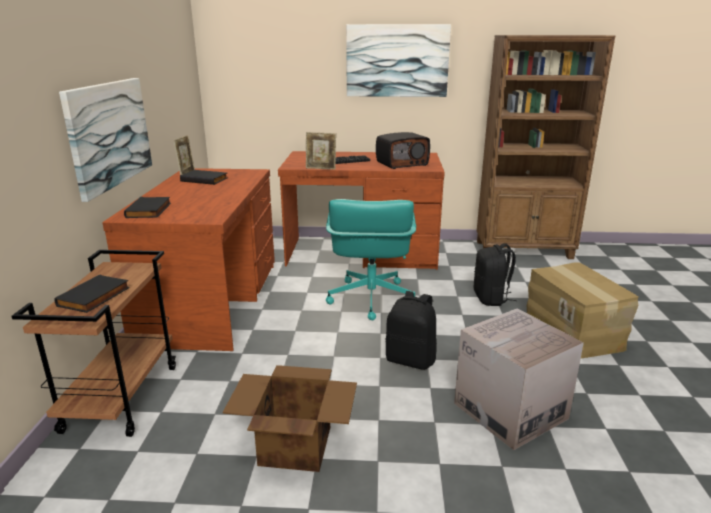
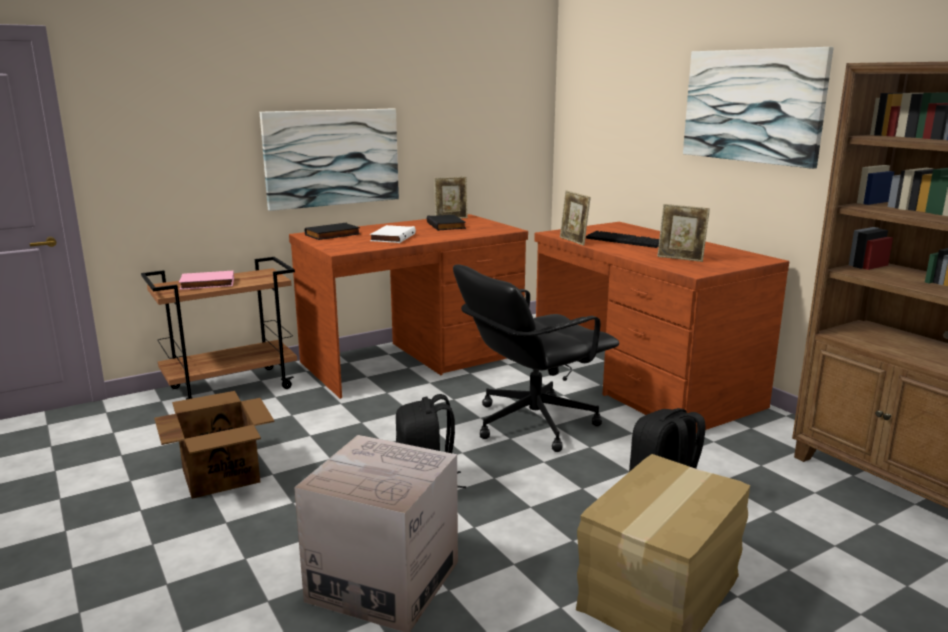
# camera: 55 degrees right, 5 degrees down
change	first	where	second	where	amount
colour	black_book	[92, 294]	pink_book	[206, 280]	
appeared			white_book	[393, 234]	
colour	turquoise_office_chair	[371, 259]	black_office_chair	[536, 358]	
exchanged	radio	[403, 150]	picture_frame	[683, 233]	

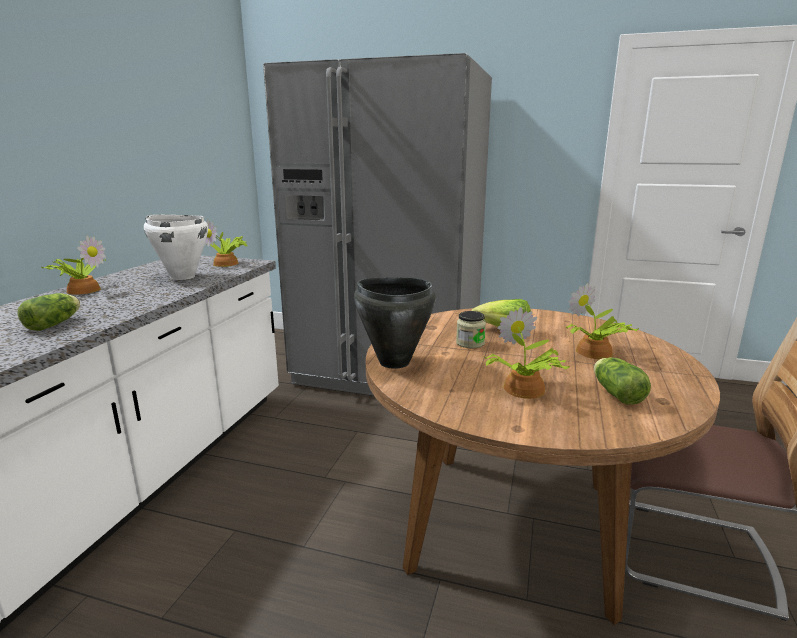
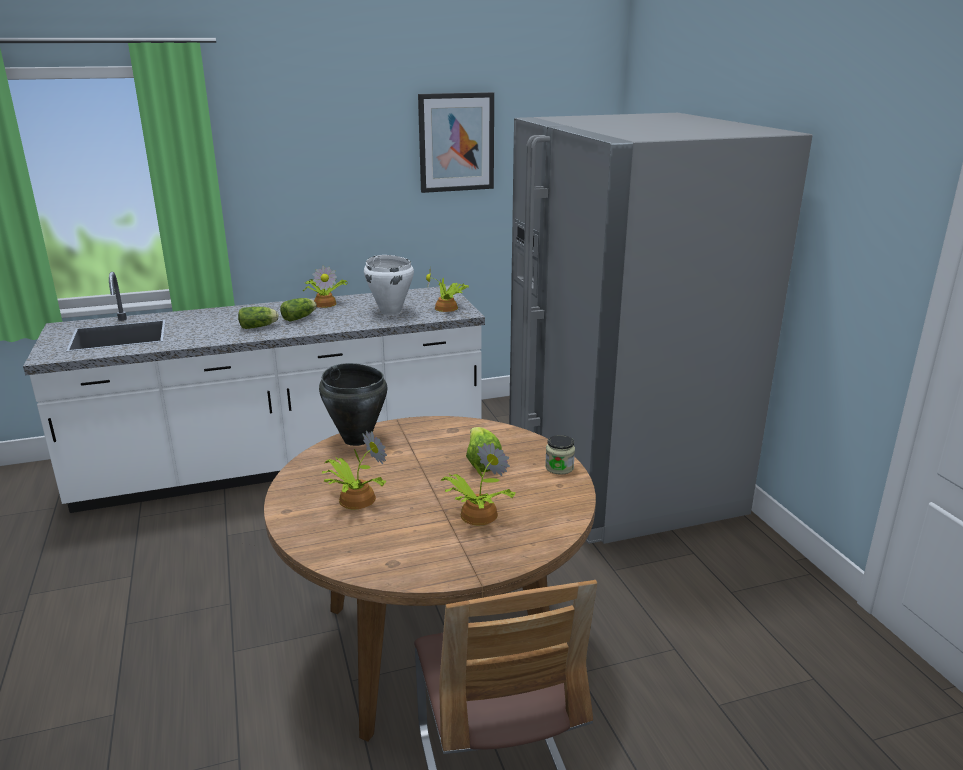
# camera: 55 degrees right, 5 degrees up
change	first	where	second	where	amount
relocated	lettuce	[622, 381]		[298, 310]	
appeared			picture	[456, 142]	
relocated	jar	[471, 329]		[560, 455]	

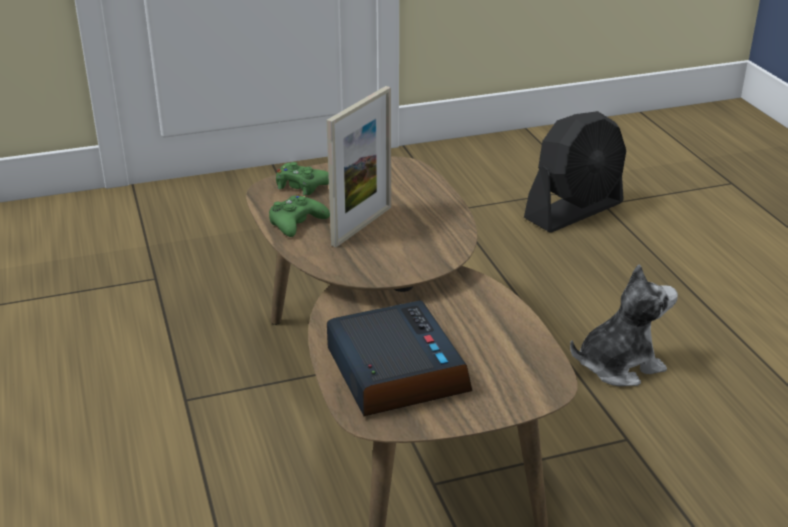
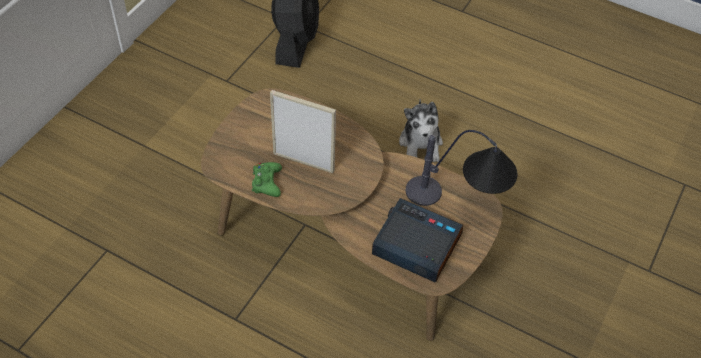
# camera: 45 degrees left, 20 degrees up
change	first	where	second	where	amount
spun	picture_frame	[358, 166]		[303, 131]	60 degrees counterclockwise
spun	plush_toy	[624, 325]		[421, 131]	150 degrees clockwise
appeared			table_lamp	[462, 168]	
missing	green_game_controller	[302, 179]			

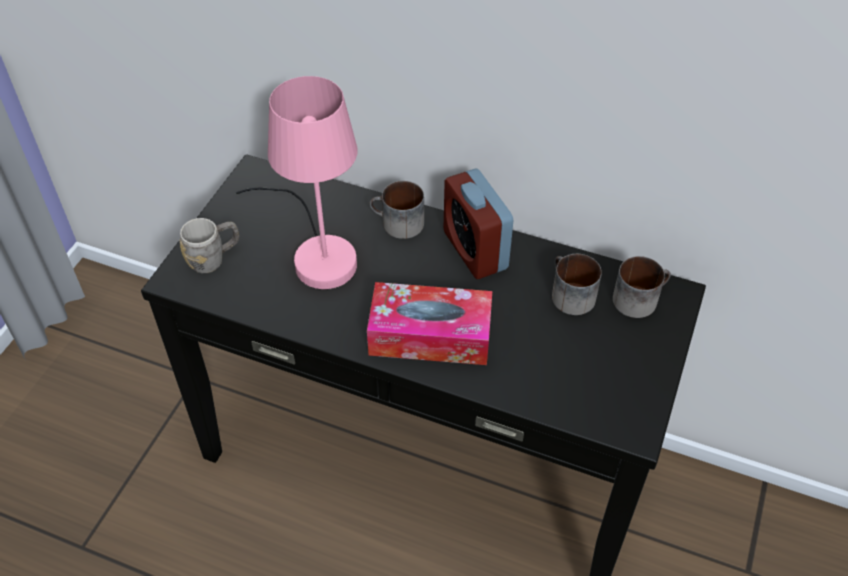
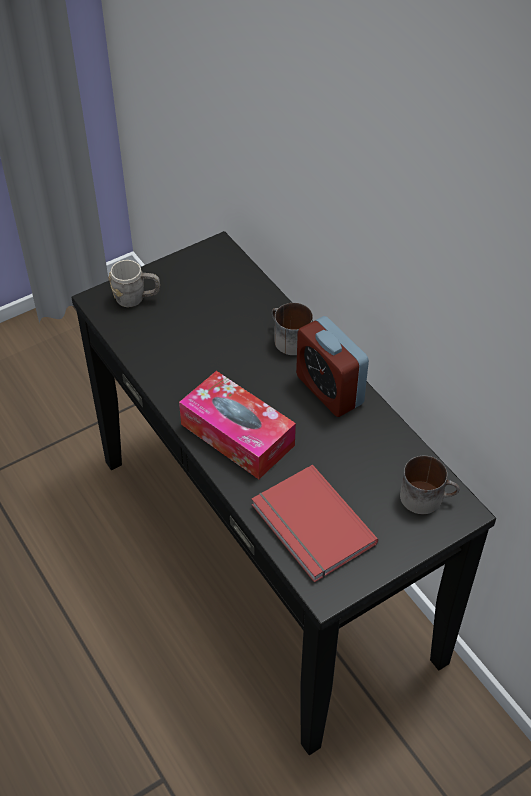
# camera: 35 degrees right, 0 degrees up
change	first	where	second	where	amount
appeared			red_book	[315, 523]	
spun	alarm_clock	[478, 223]		[332, 366]	45 degrees counterclockwise
missing	pink_table_lamp	[296, 183]			
missing	mug	[577, 284]			

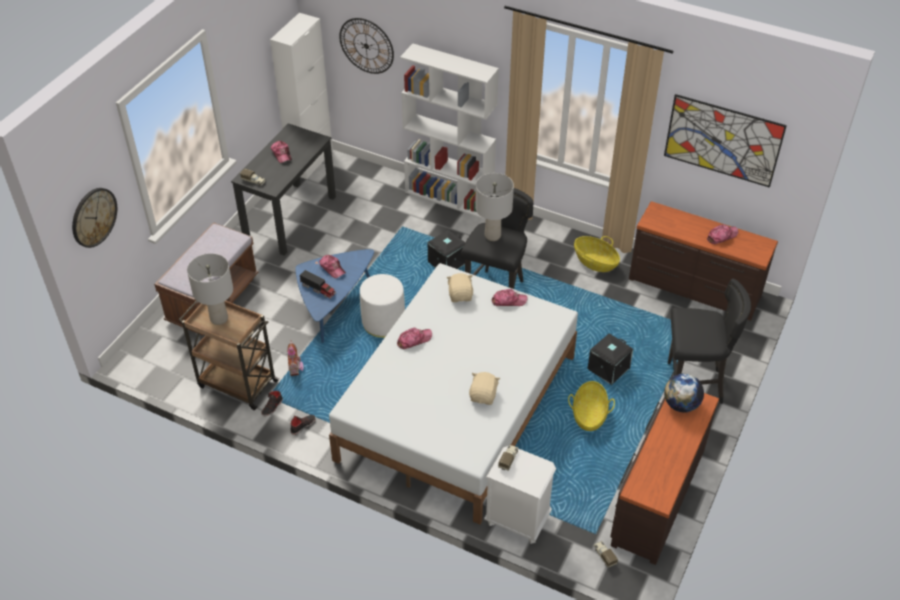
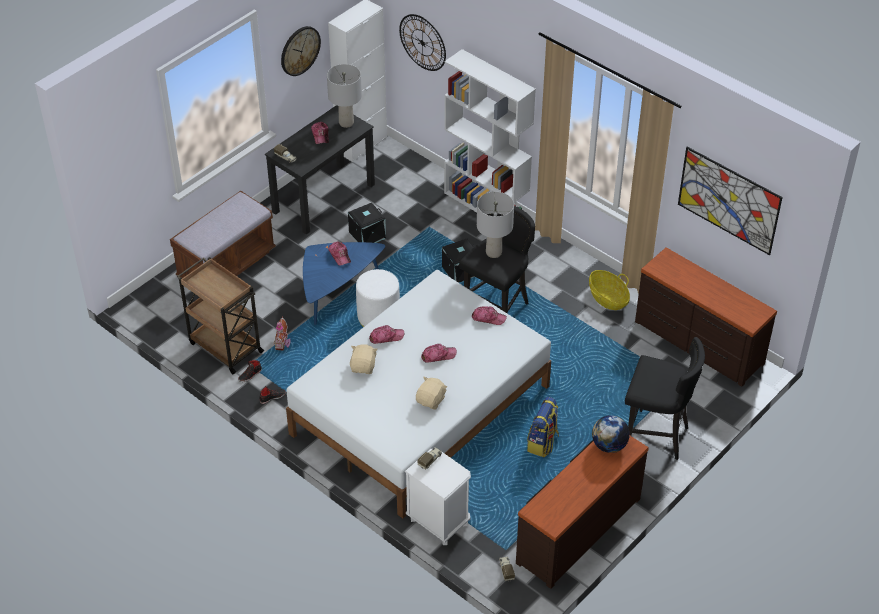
# camera: 15 degrees right, 0 degrees up
change	first	where	second	where	amount
relocated	wall_clock	[94, 218]		[301, 51]	
relocated	grey_table_lamp	[210, 289]		[344, 96]	
relocated	black_storage_box	[610, 359]		[367, 223]	
relocated	beige_plush_toy	[459, 287]		[364, 359]	
relocated	cap	[722, 234]		[439, 353]	
exchanged	basket	[591, 406]	backpack	[543, 427]	
missing	toy_truck	[318, 284]			

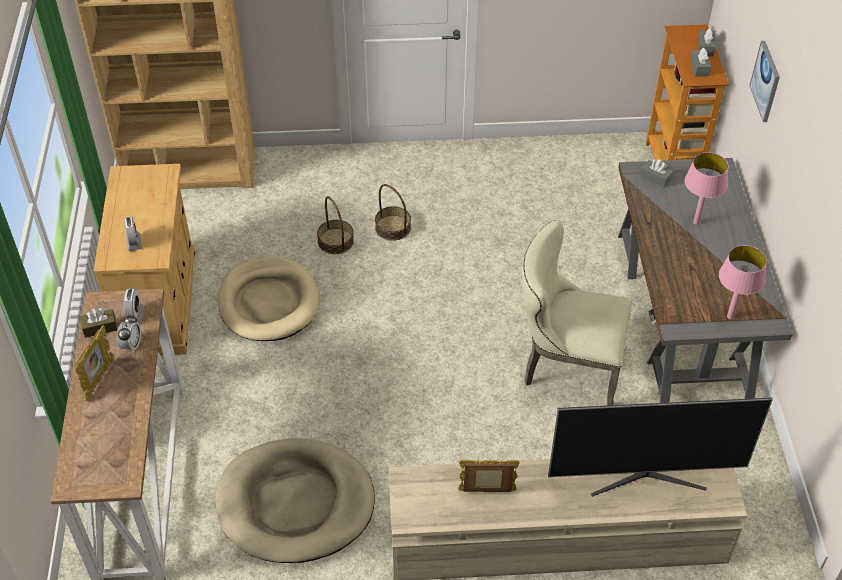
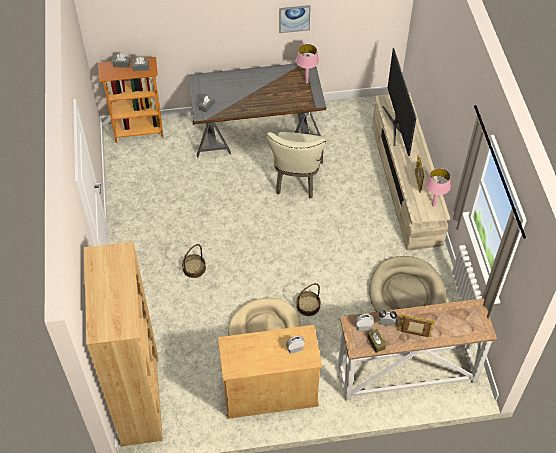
# camera: 95 degrees left, 5 degrees up
change	first	where	second	where	amount
relocated	picture	[764, 81]		[294, 19]	
relocated	basket	[335, 225]		[308, 299]	
relocated	pink_table_lamp	[706, 188]		[438, 187]	

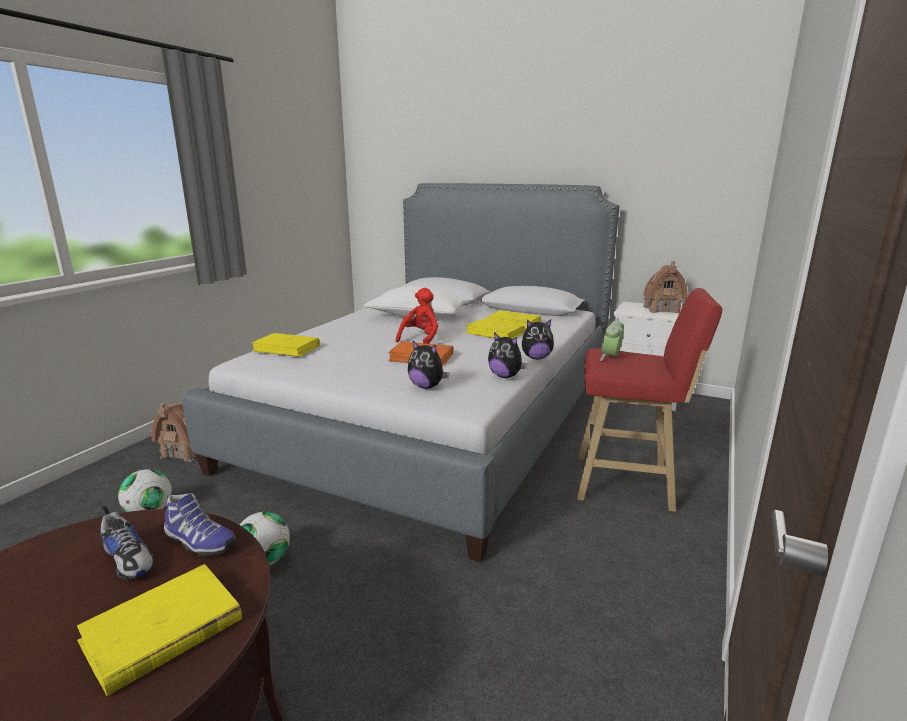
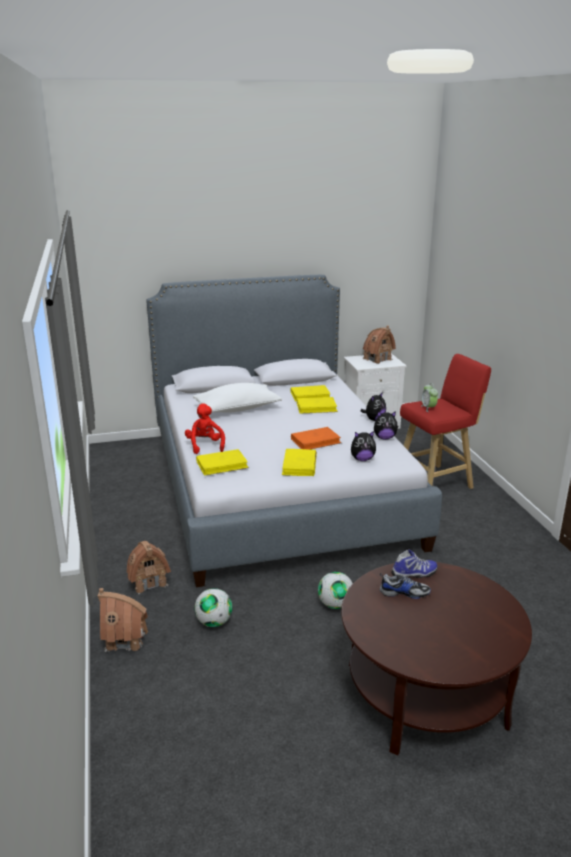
# camera: 40 degrees left, 5 degrees up
change	first	where	second	where	amount
appeared			toy_house	[122, 620]	
relocated	red_plush_toy	[417, 316]		[205, 428]	
relocated	yellow_book	[159, 630]		[299, 462]	

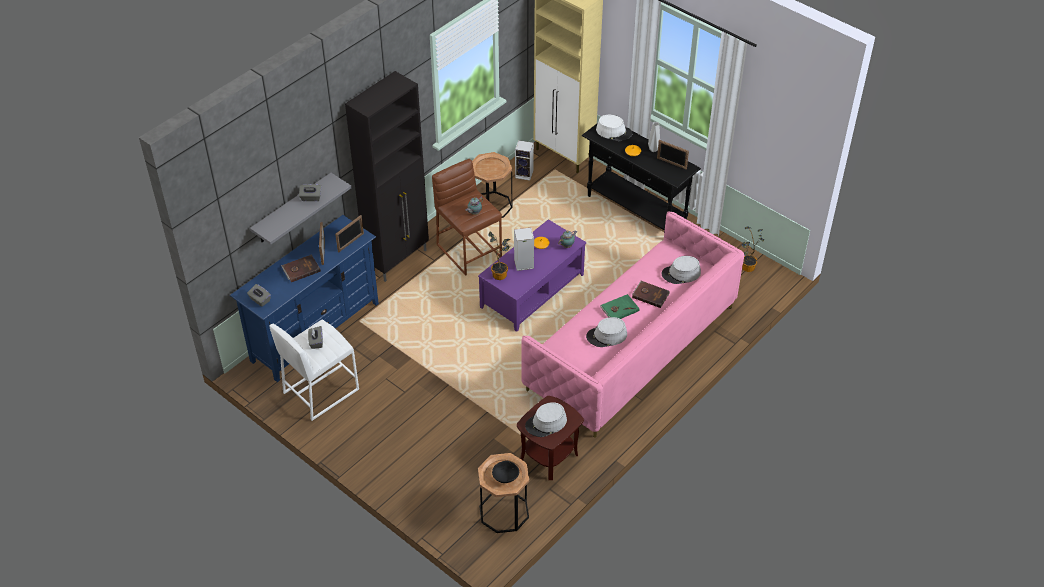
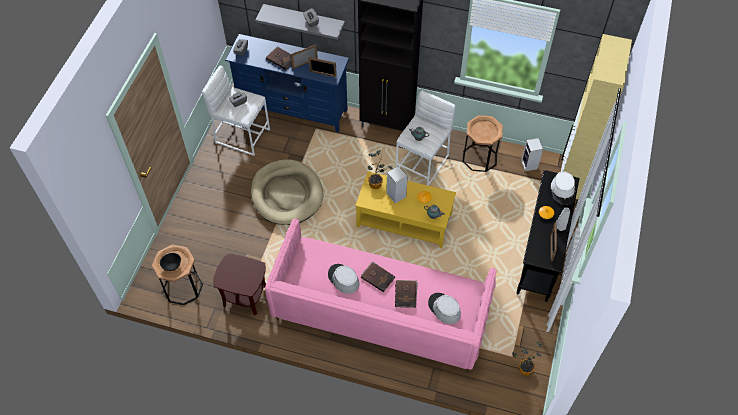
# camera: 65 degrees right, 10 degrees up
change	first	where	second	where	amount
appeared			beige_dog_bed	[287, 192]	
colour	purple_coffee_table	[532, 275]	yellow_coffee_table	[405, 209]	
colour	green_book	[620, 306]	brown_book	[378, 277]	
colour	brown_stool	[467, 217]	white_stool	[425, 138]	
missing	grey_hat	[546, 419]			

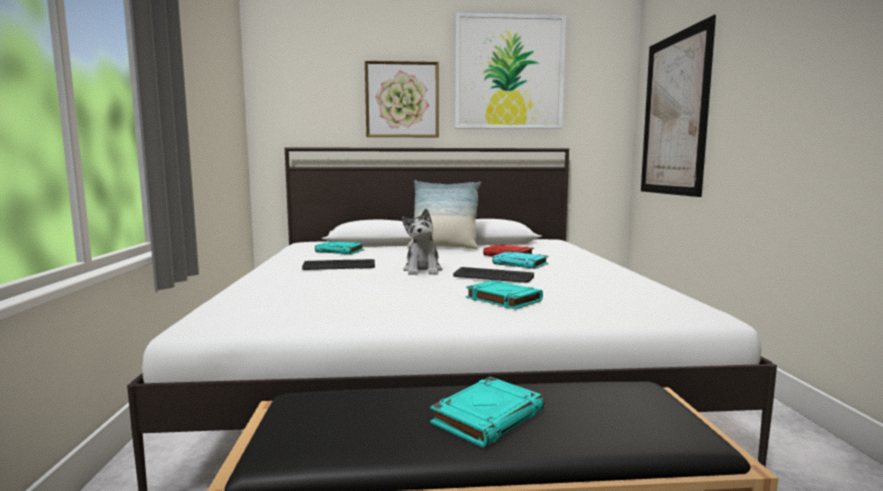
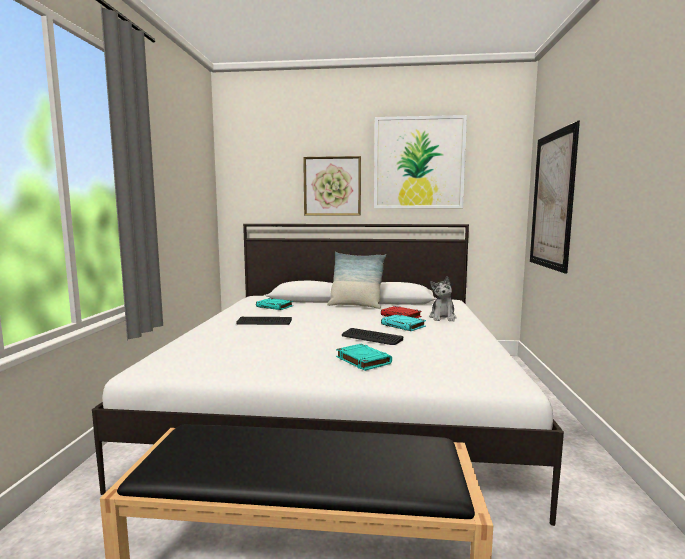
# camera: 10 degrees right, 0 degrees up
change	first	where	second	where	amount
relocated	plush_toy	[422, 242]		[443, 299]	
missing	turquoise_book	[487, 412]			

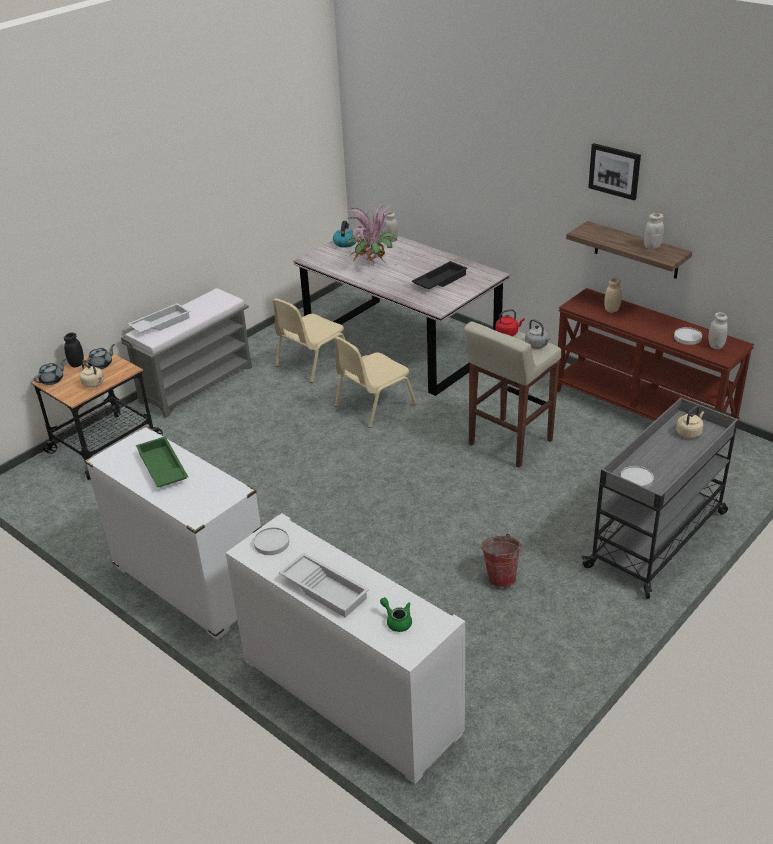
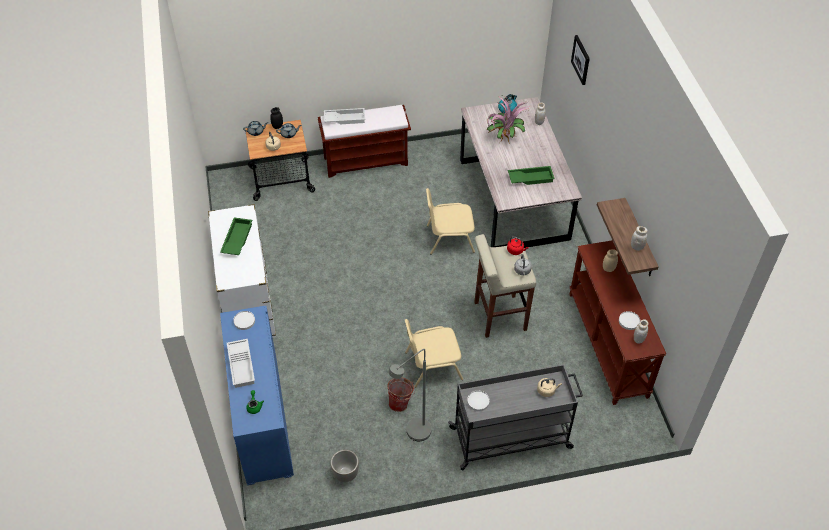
# camera: 35 degrees right, 15 degrees up
change	first	where	second	where	amount
colour	white_cabinet	[345, 649]	blue_cabinet	[257, 395]	
colour	grey_bench	[186, 353]	brown_bench	[364, 141]	
appeared			planter	[345, 465]	
appeared			grey_floor_lamp	[410, 395]	
relocated	beige_chair	[309, 340]		[434, 353]	
colour	black_tray	[440, 275]	green_tray	[531, 175]	
relocated	picture	[614, 171]		[580, 60]	

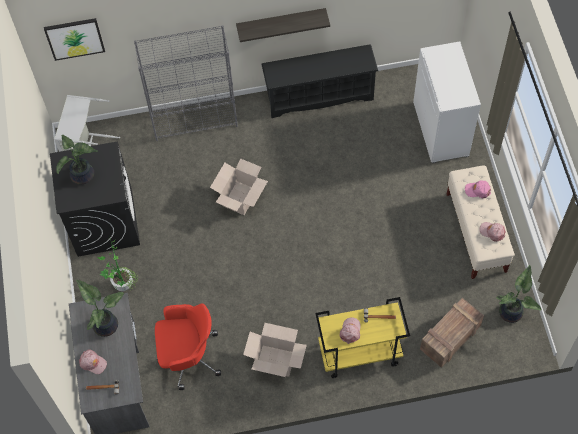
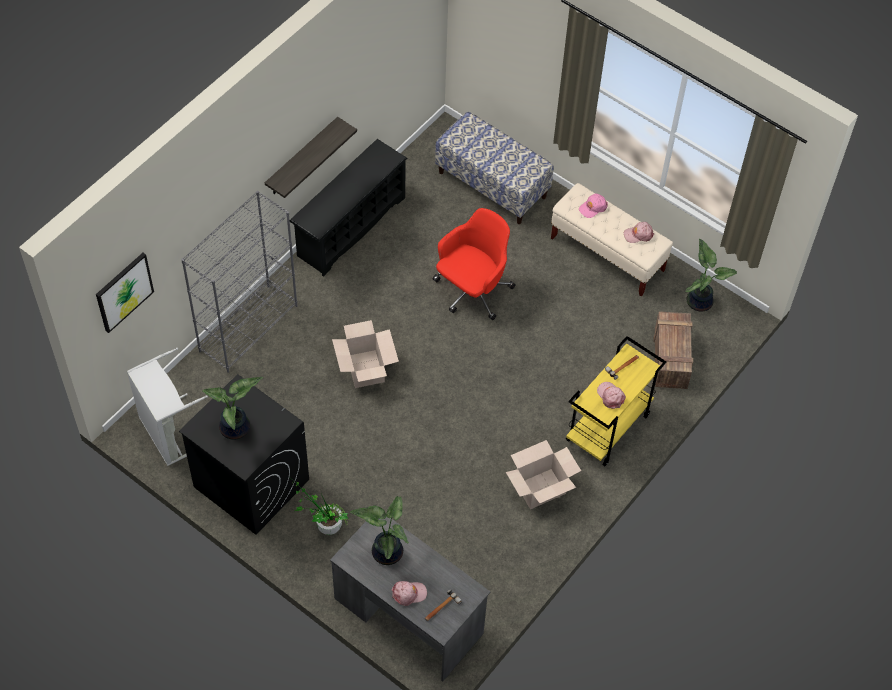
# camera: 45 degrees left, 5 degrees down
change	first	where	second	where	amount
relocated	red_office_chair	[188, 346]		[474, 264]	
exchanged	white_cabinet	[447, 102]	bench	[494, 168]	

